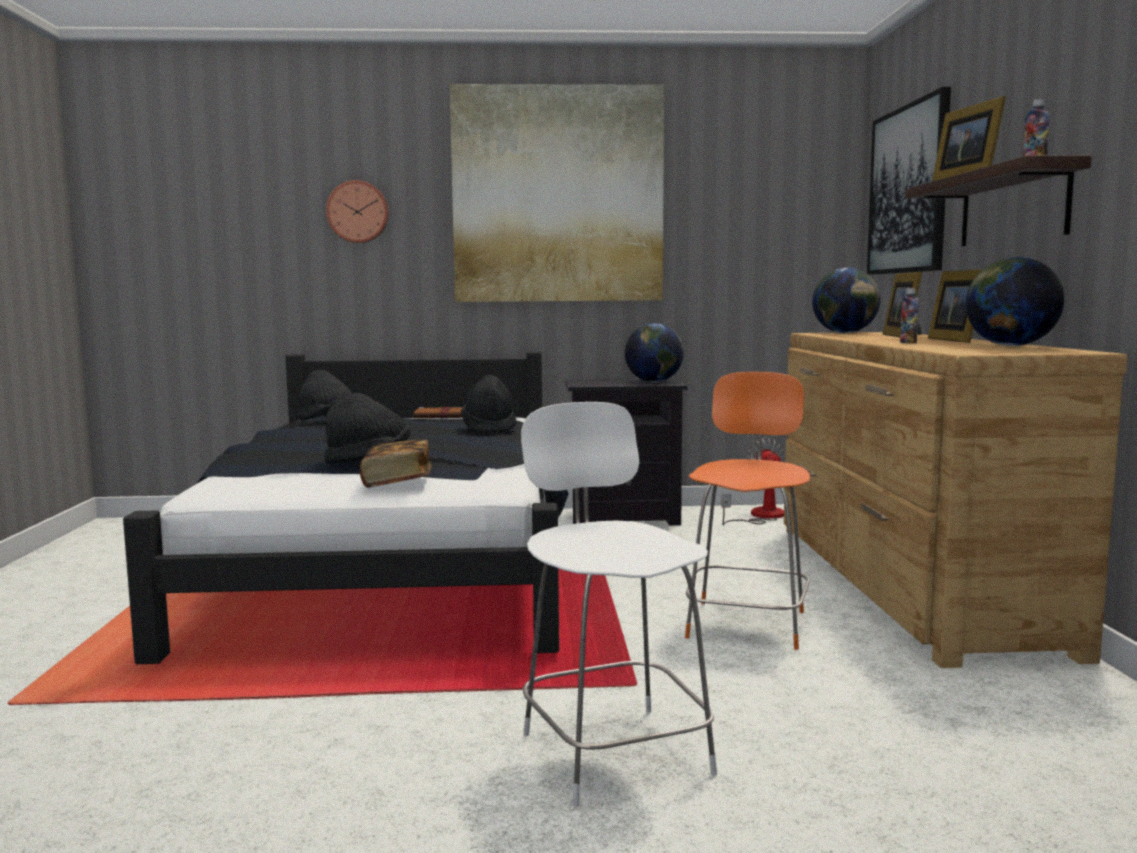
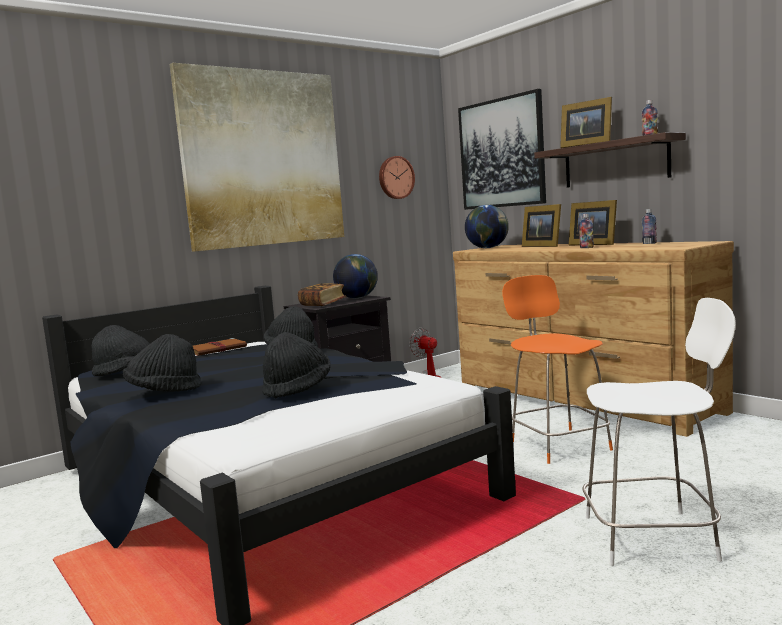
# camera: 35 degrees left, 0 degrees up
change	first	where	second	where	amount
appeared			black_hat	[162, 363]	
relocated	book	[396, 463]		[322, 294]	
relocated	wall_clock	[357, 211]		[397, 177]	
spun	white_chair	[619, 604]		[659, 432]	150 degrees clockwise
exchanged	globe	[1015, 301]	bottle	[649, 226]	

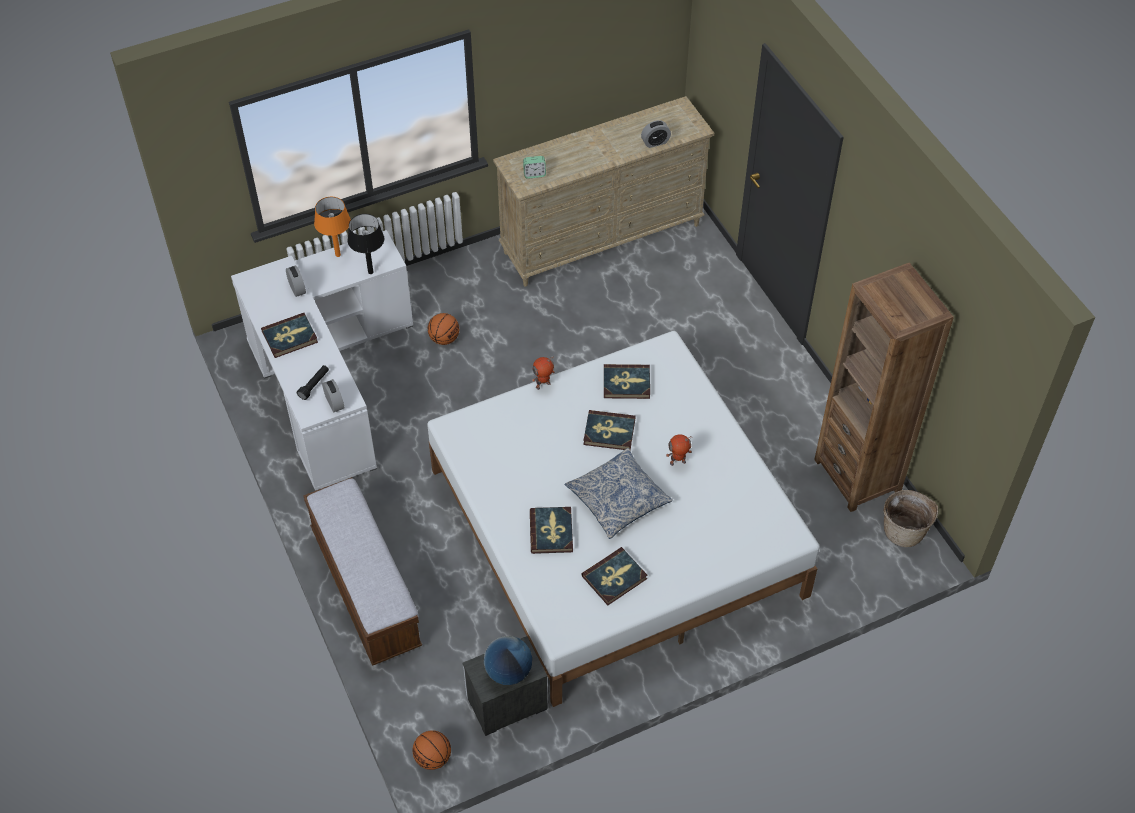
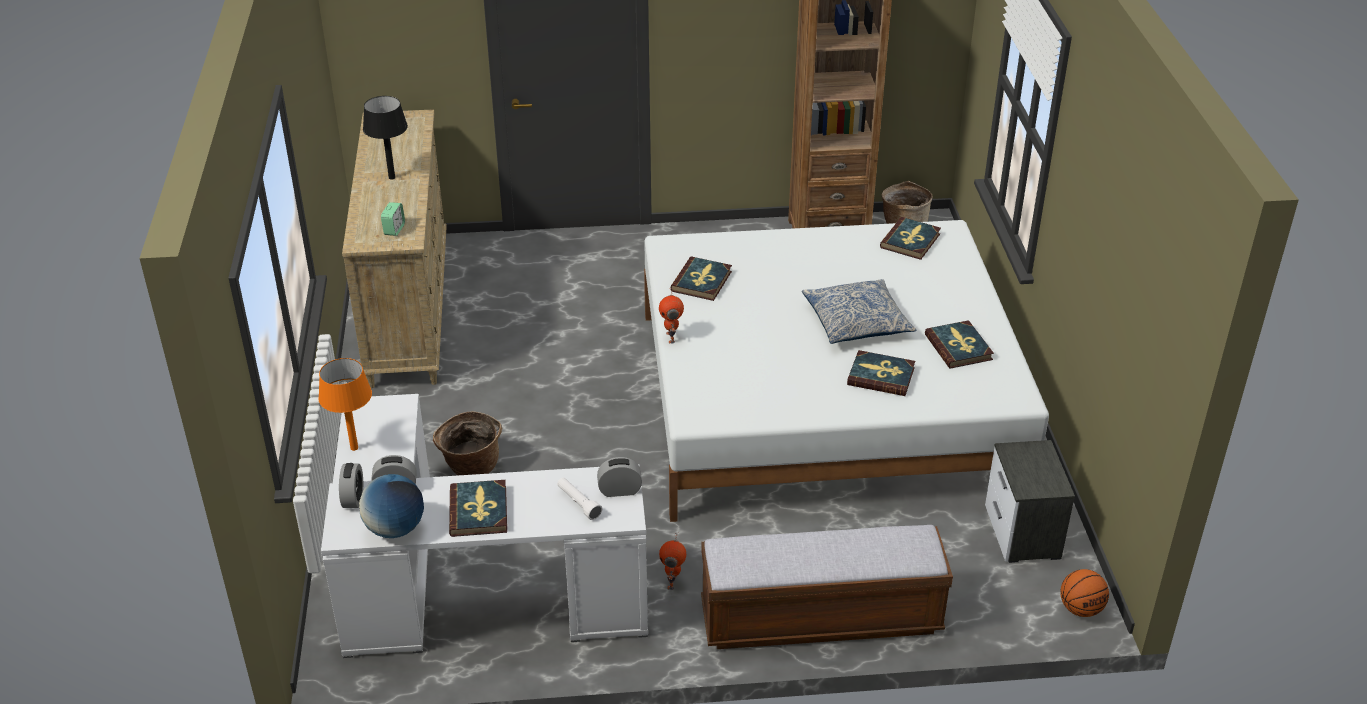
# camera: 70 degrees left, 15 degrees down
change	first	where	second	where	amount
relocated	alarm_clock	[656, 134]		[351, 485]	
relocated	globe	[508, 660]		[391, 506]	
relocated	black_table_lamp	[366, 244]		[385, 138]	
exchanged	basketball	[443, 329]	basket	[467, 443]	
colour	black_flashlight	[313, 382]	white_flashlight	[580, 499]	
relocated	toy_robot	[679, 450]		[672, 561]	
relocated	book	[609, 430]		[910, 238]	

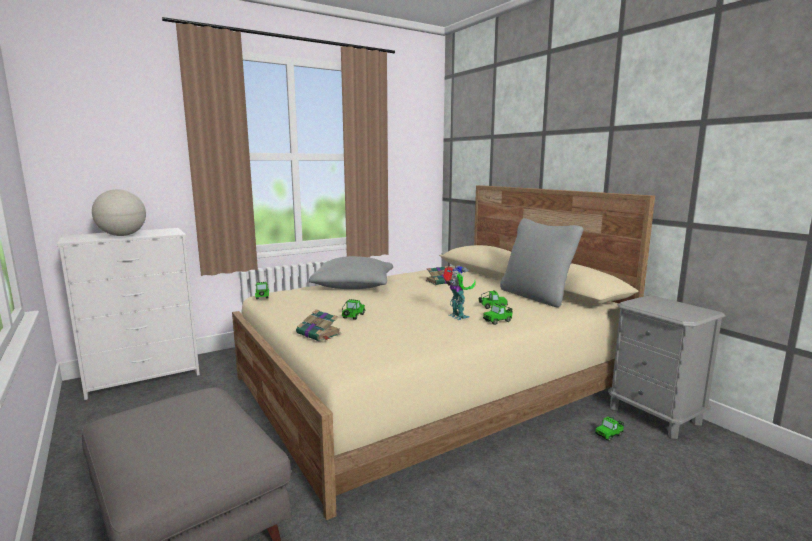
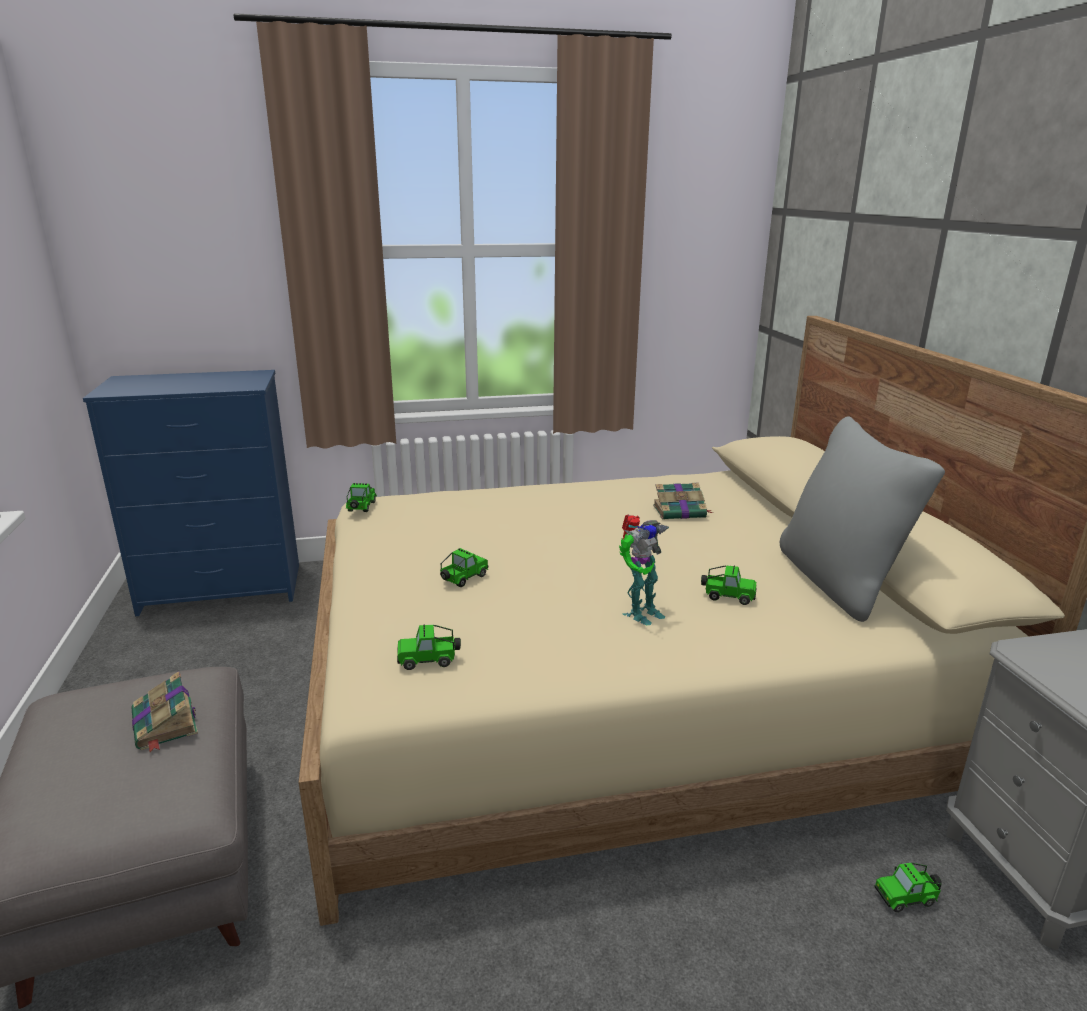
# camera: 20 degrees right, 10 degrees up
change	first	where	second	where	amount
colour	white_dresser	[128, 314]	blue_dresser	[191, 493]	
relocated	book	[318, 325]		[164, 711]	
relocated	toy_car	[498, 314]		[429, 647]	
spun	toy_robot	[459, 292]		[644, 570]	60 degrees clockwise
missing	globe	[119, 212]			
missing	grey_pillow	[351, 272]			

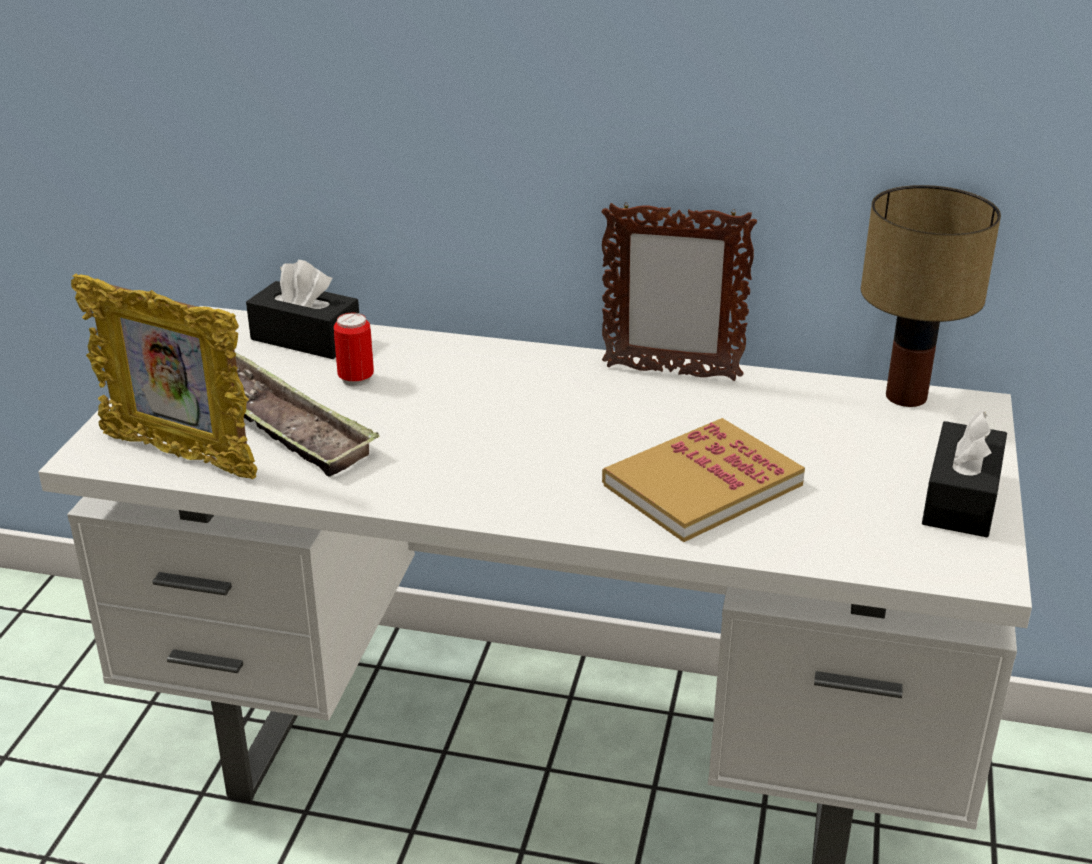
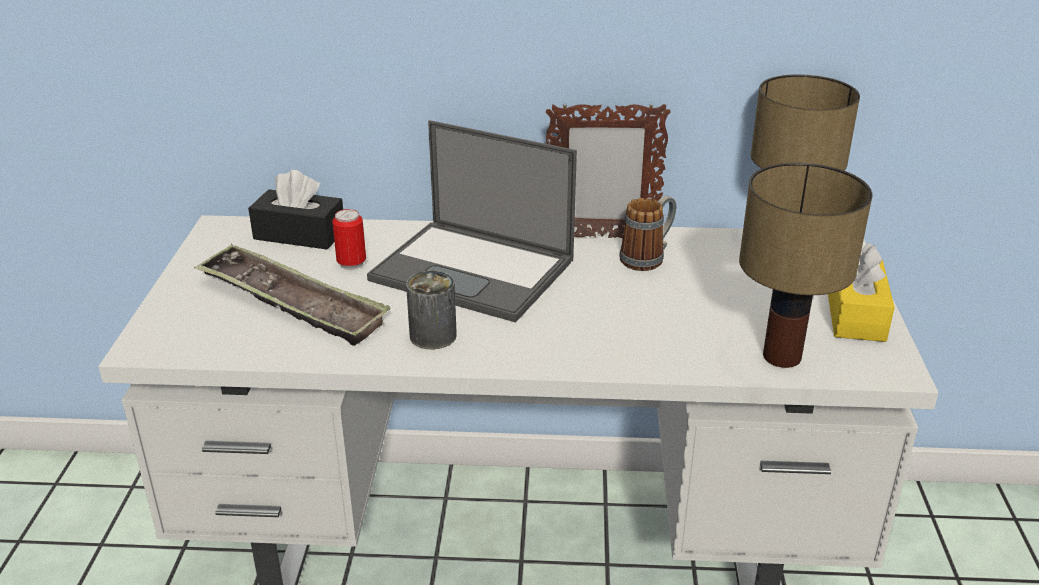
# camera: 10 degrees left, 0 degrees up
change	first	where	second	where	amount
appeared			laptop	[472, 221]	
appeared			can	[431, 309]	
appeared			mug	[648, 233]	
appeared			table_lamp	[806, 265]	
colour	black_tissue_box	[964, 473]	yellow_tissue_box	[861, 292]	
missing	picture_frame	[164, 376]			
missing	book	[703, 480]			

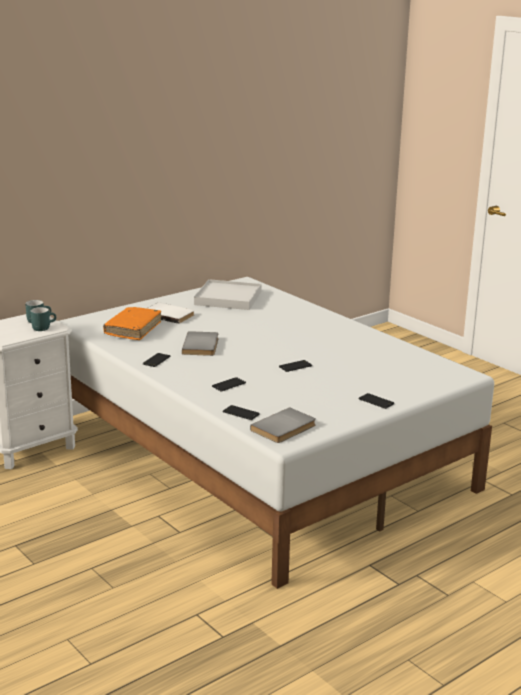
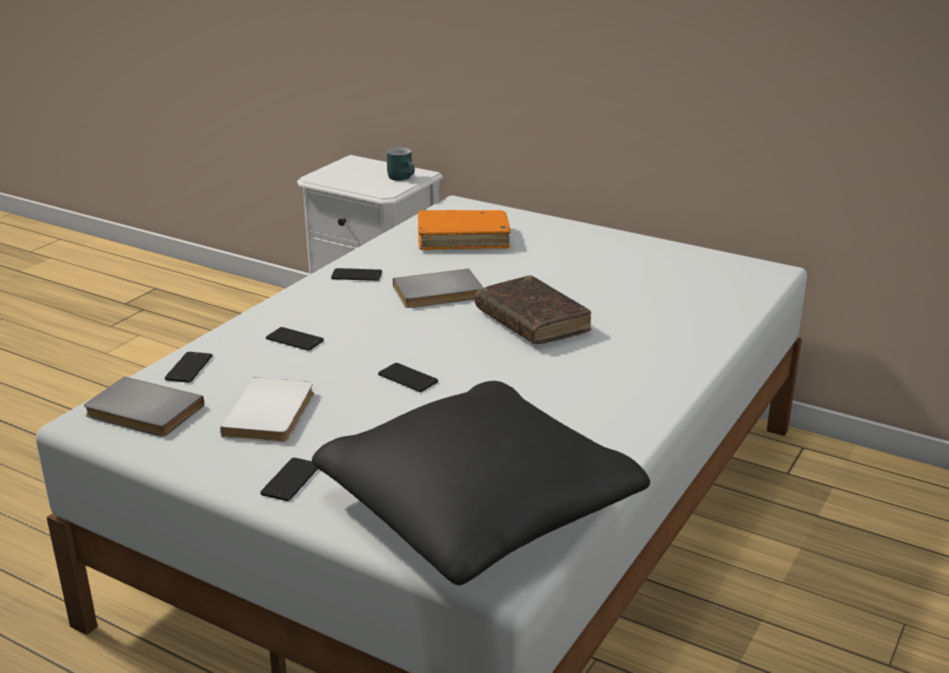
# camera: 70 degrees right, 5 degrees up
change	first	where	second	where	amount
relocated	white_book	[171, 313]		[267, 409]	
appeared			black_pillow	[481, 483]	
appeared			brown_book	[533, 309]	
missing	turquoise_mug	[43, 319]			
missing	white_tray	[228, 294]			

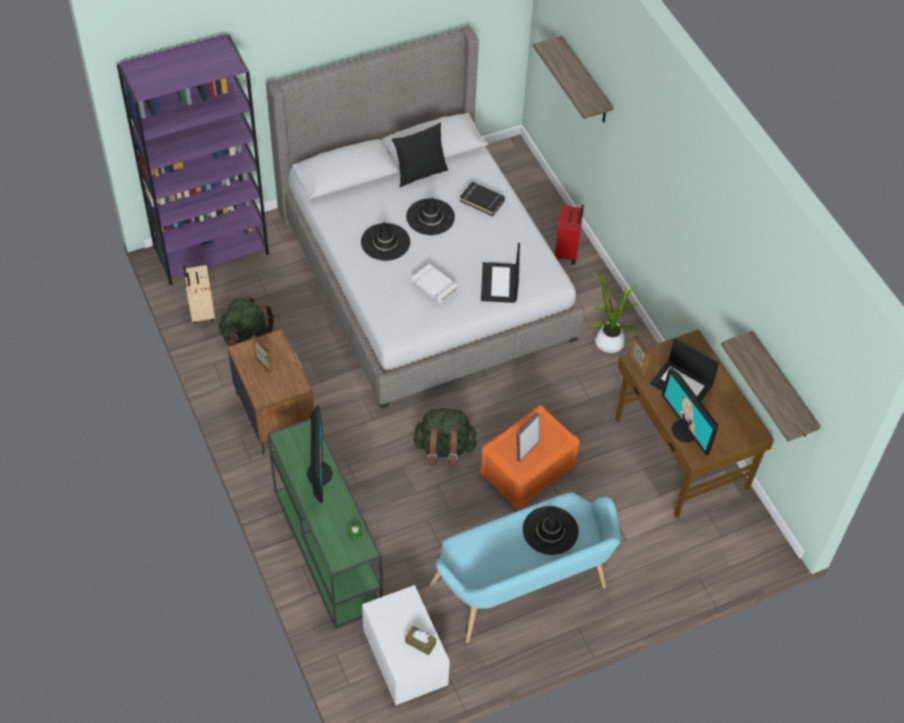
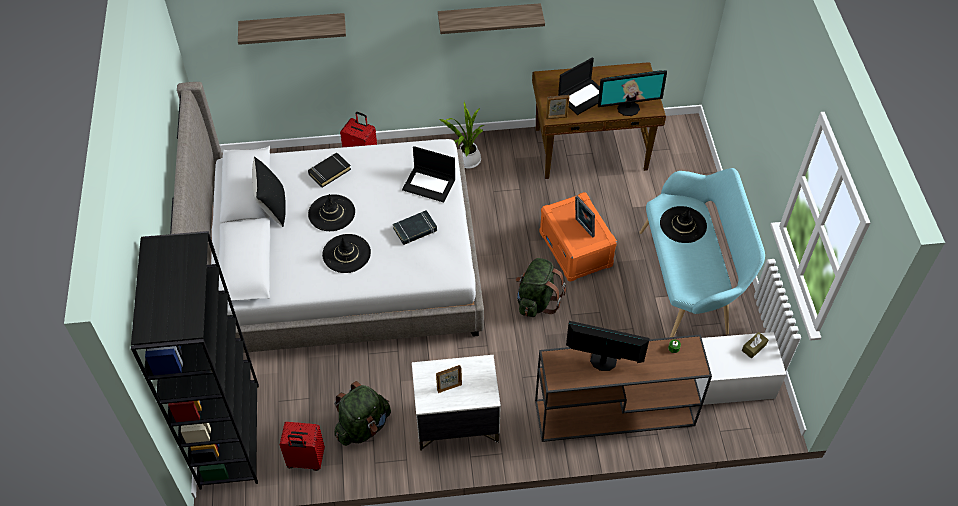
# camera: 70 degrees left, 0 degrees up
change	first	where	second	where	amount
colour	purple_bookcase	[193, 159]	black_bookcase	[195, 360]	
colour	beige_suitcase	[199, 294]	red_suitcase	[302, 446]	
colour	white_book	[435, 284]	black_book	[415, 227]	
colour	brown_nightstand	[270, 392]	white_nightstand	[456, 403]	
relocated	shelf	[771, 386]		[491, 18]	
colour	green_console_table	[325, 524]	brown_console_table	[623, 388]	

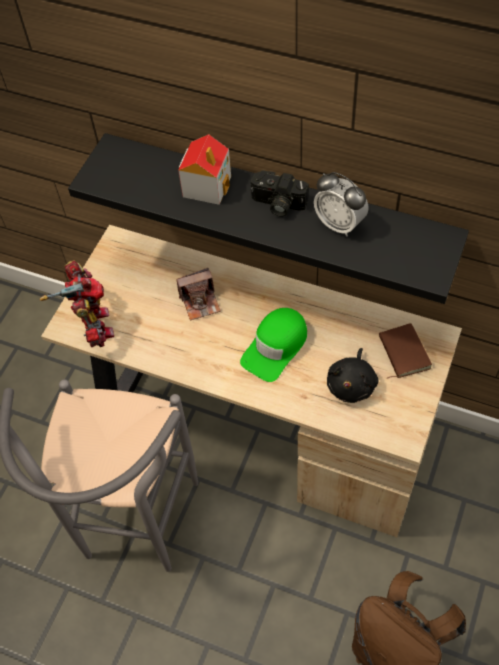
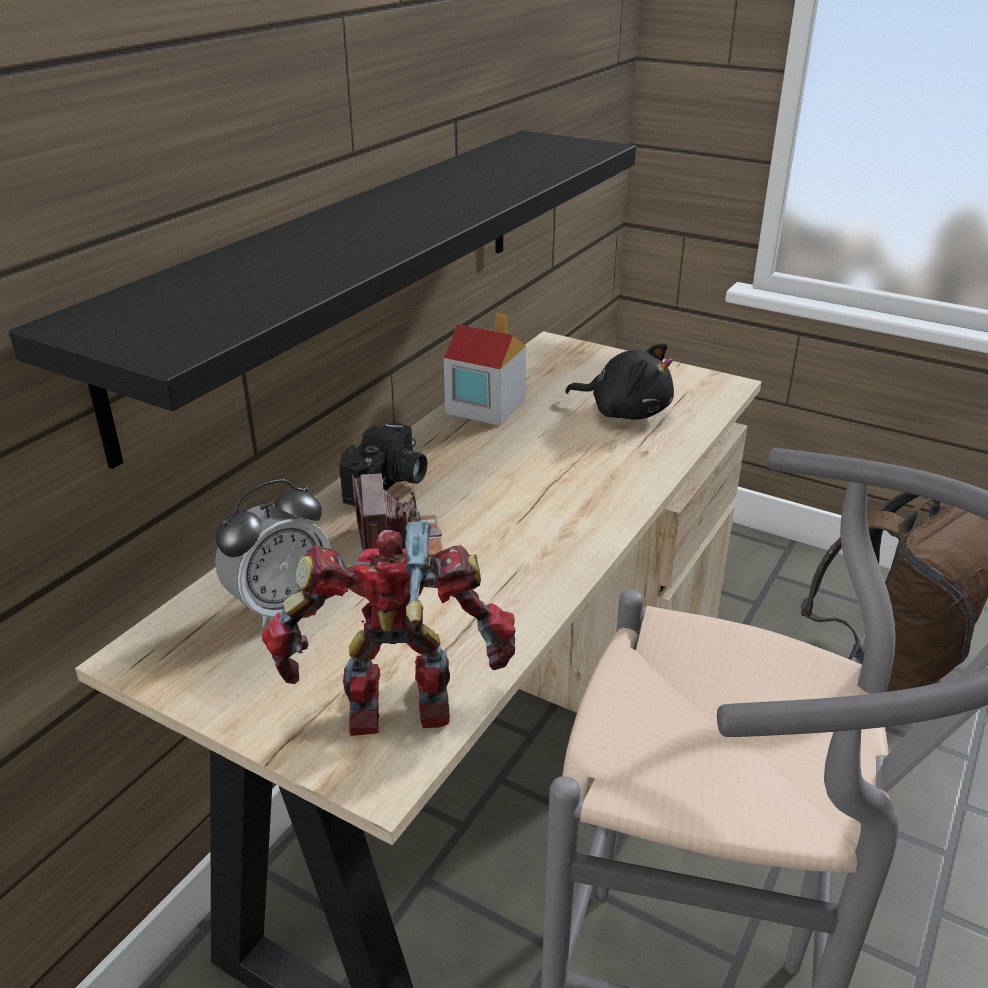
# camera: 85 degrees left, 25 degrees down
change	first	where	second	where	amount
relocated	alarm_clock	[341, 204]		[273, 553]	
relocated	photo_camera	[280, 194]		[383, 464]	
relocated	toy_house	[204, 169]		[485, 369]	
missing	green_cap	[273, 345]			
missing	brown_book	[405, 351]			

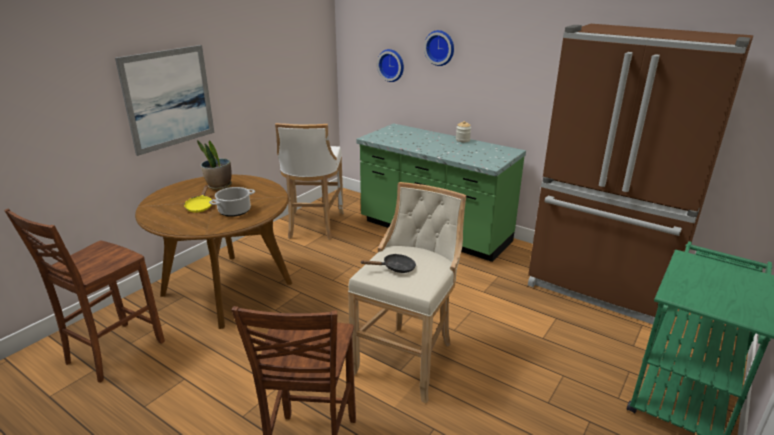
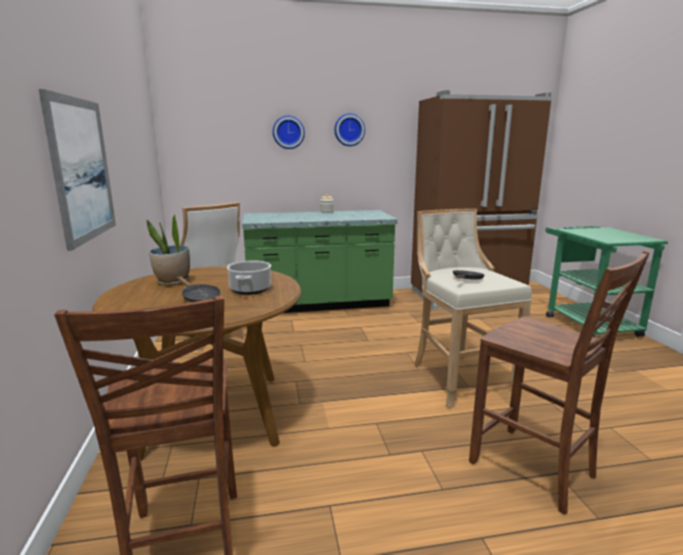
# camera: 45 degrees left, 10 degrees down
change	first	where	second	where	amount
colour	yellow_frying_pan	[198, 199]	black_frying_pan	[199, 289]	
relocated	wall_clock	[390, 65]		[350, 129]	

